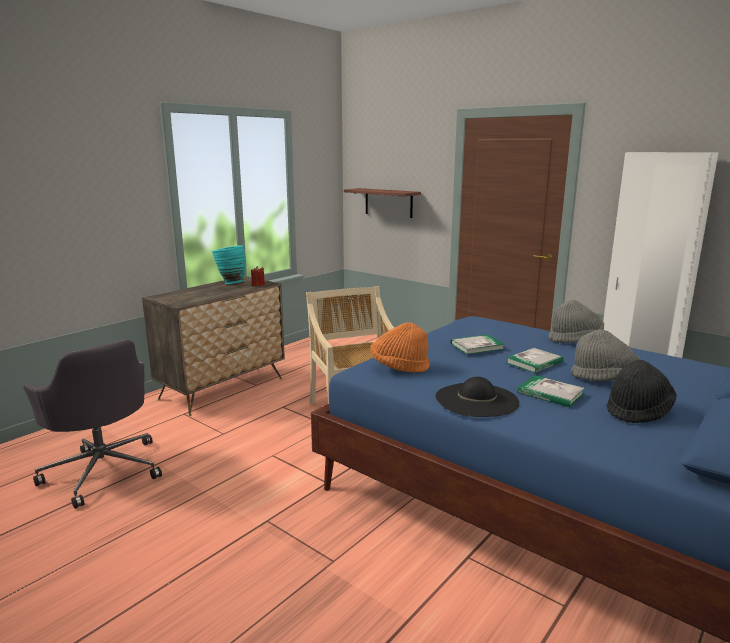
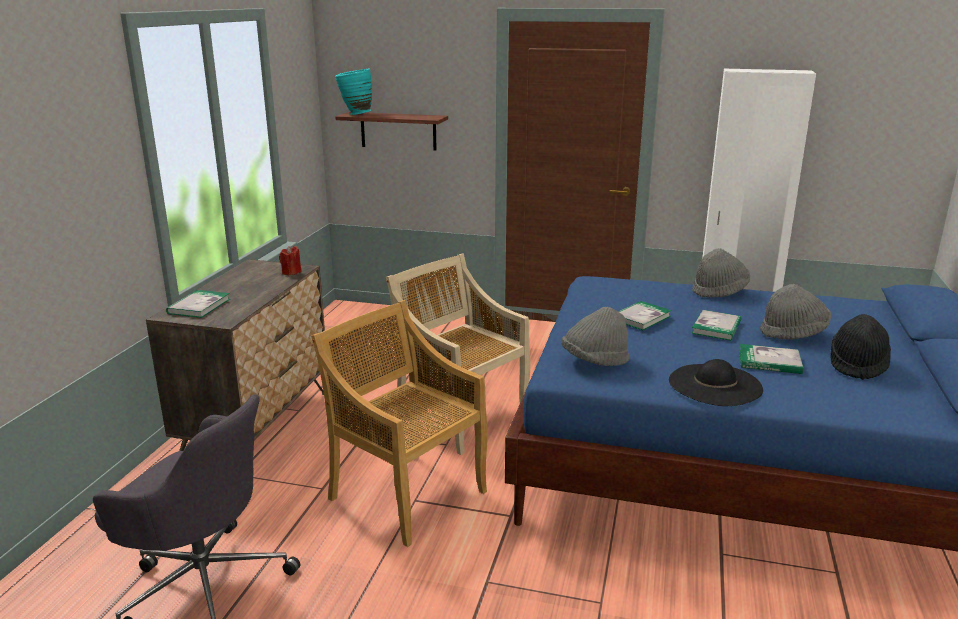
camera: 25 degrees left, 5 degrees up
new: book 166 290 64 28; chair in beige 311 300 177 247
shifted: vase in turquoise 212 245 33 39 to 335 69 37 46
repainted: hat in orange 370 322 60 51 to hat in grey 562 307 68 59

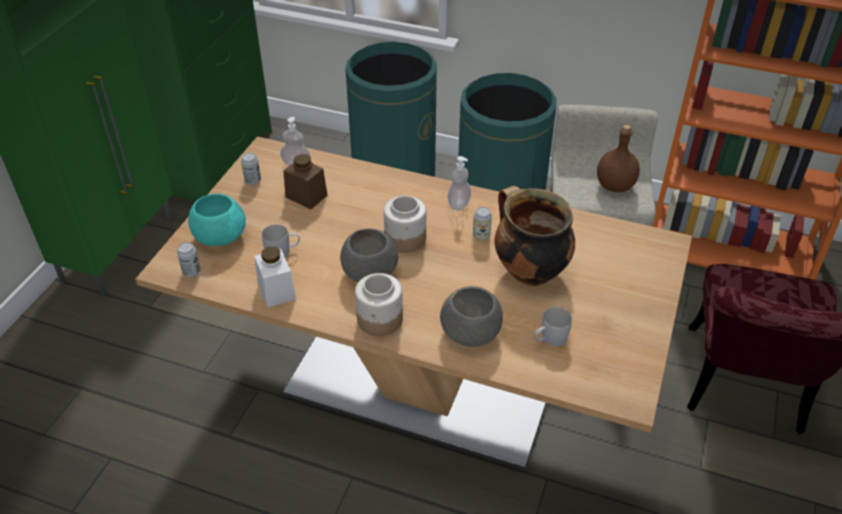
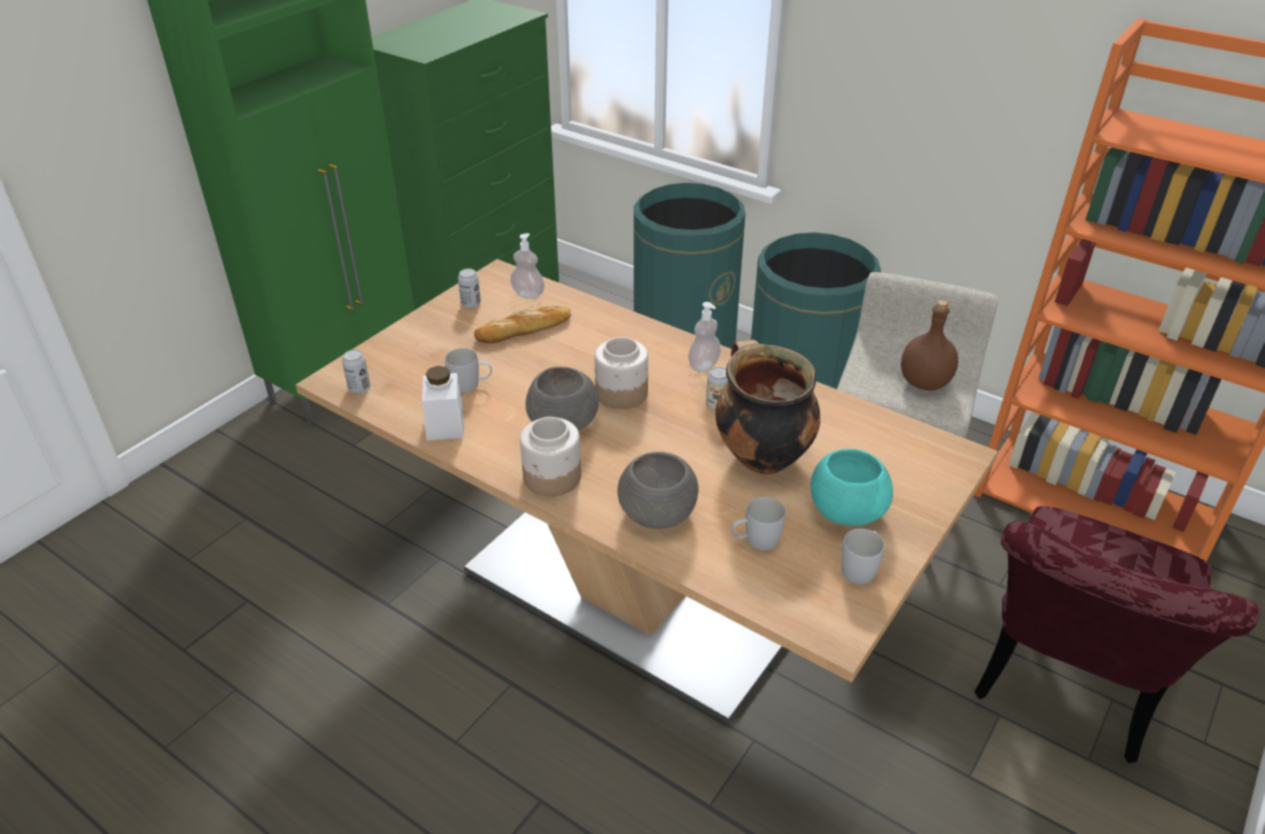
camera: 15 degrees right, 5 degrees down
new: mug in white 841 529 43 55
shifted: bowl in turquoise 188 194 58 52 to 810 449 83 77
swapped: jar in brown 283 154 45 55 to bread 474 306 97 38

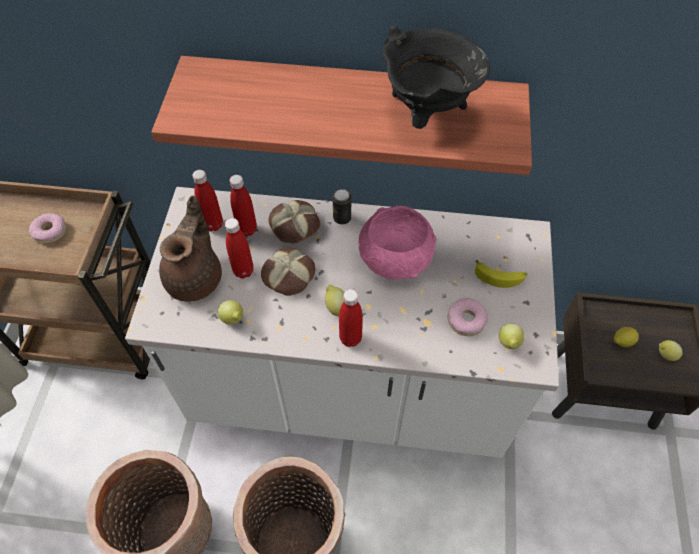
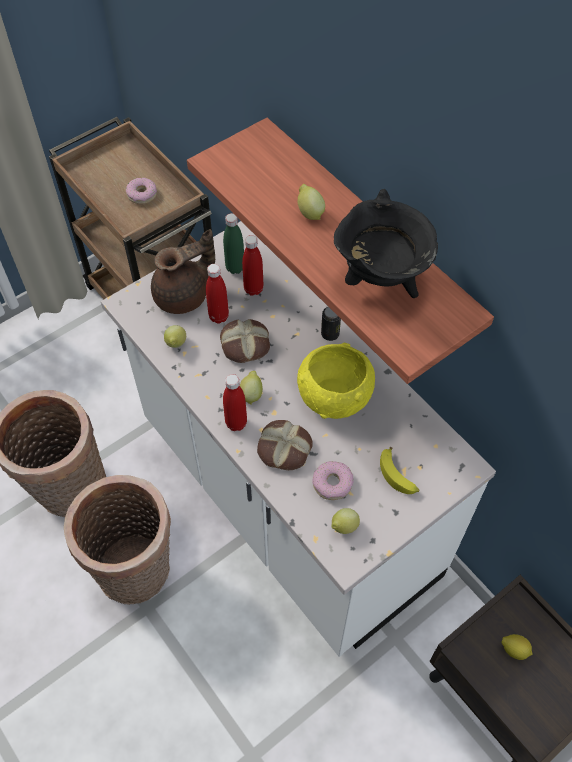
camera: 45 degrees right, 0 degrees up
shifted: bread 269 200 51 44 to 257 420 56 50; lemon 659 340 24 21 to 298 184 27 36
repainted: bottle in red 192 170 31 61 to bottle in green 223 213 21 61; bowl in pink 358 206 79 74 to bowl in yellow 297 343 78 76

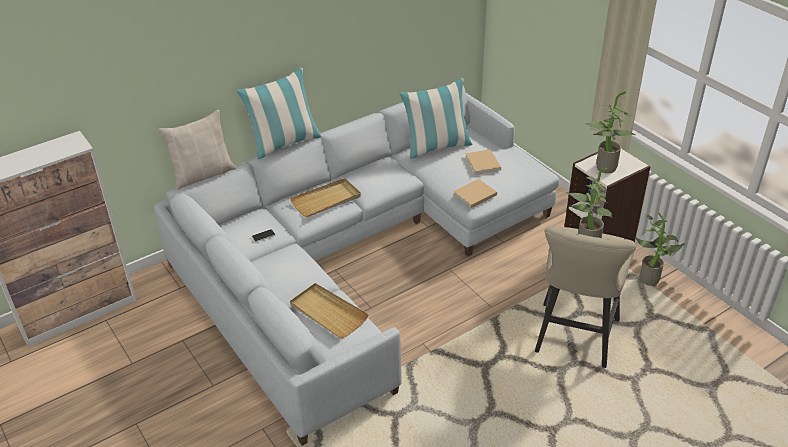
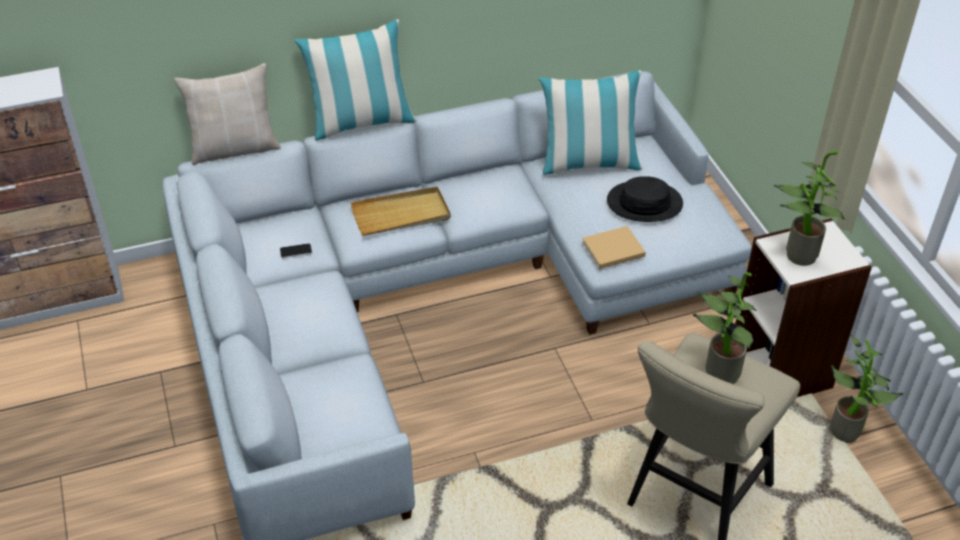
camera: 15 degrees right, 5 degrees up
gone: tray in beige 290 283 79 56
swapped: book in beige 465 149 36 26 to hat in black 607 176 76 46

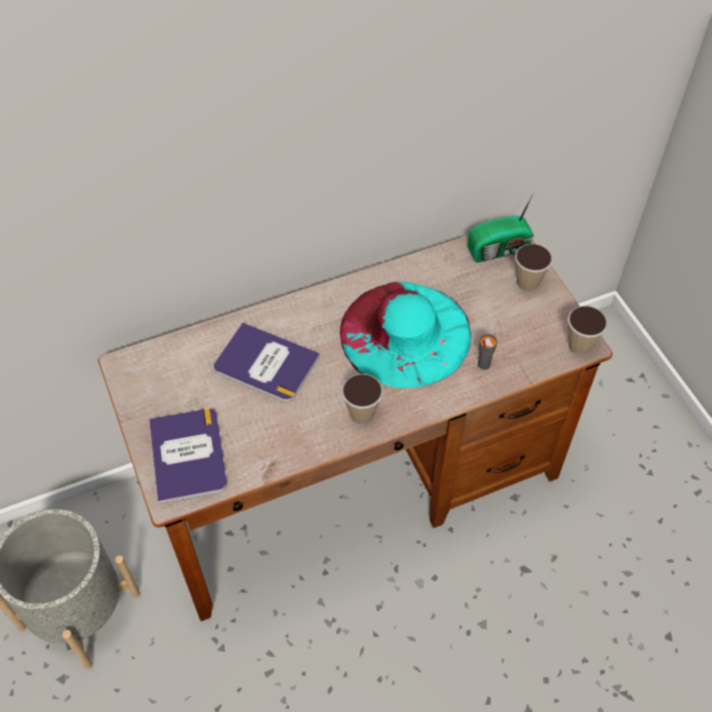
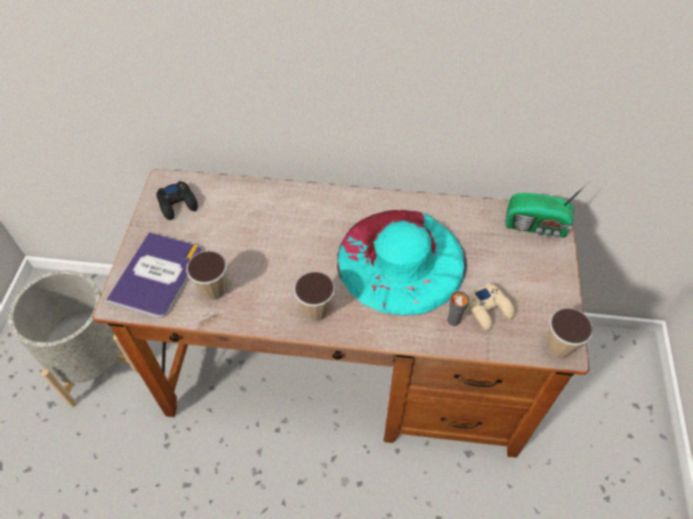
camera: 30 degrees right, 0 degrees up
gone: book 214 322 106 80
new: game controller in black 156 181 42 39; game controller in beige 467 283 48 48
shifted: cup 515 243 38 49 to 186 251 41 49

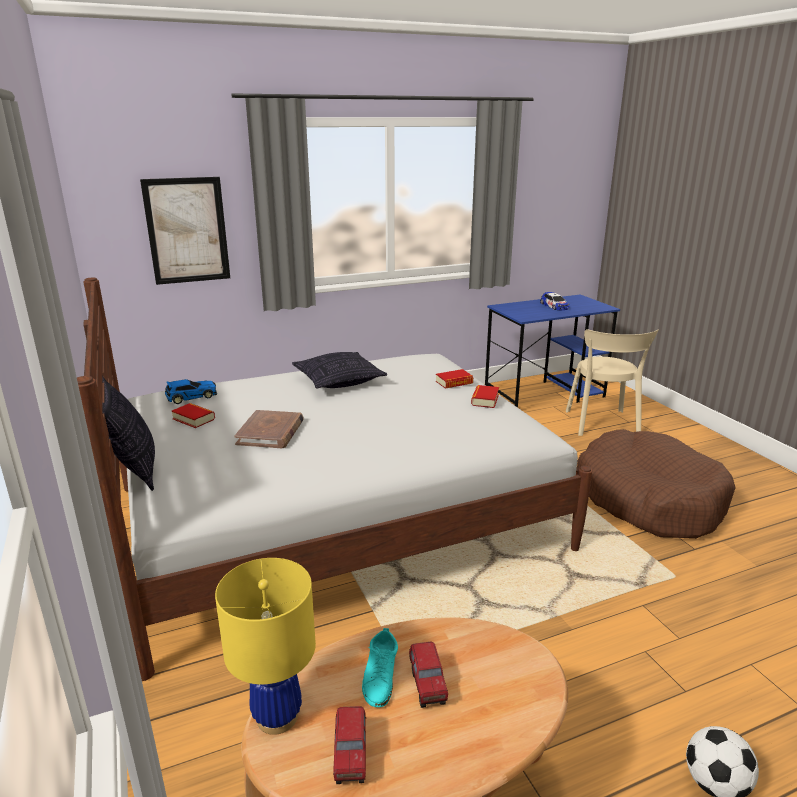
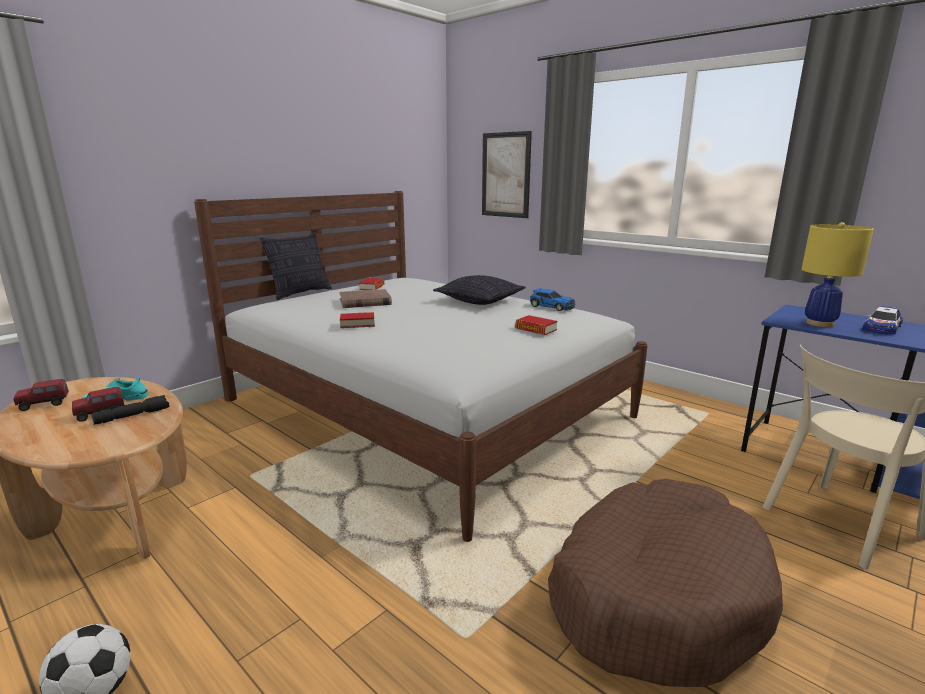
camera: 65 degrees right, 5 degrees down
new: flashlight in black 91 395 78 30
shifted: toy car 165 379 52 25 to 530 288 45 23; book 471 385 28 23 to 340 312 35 16; table lamp in yellow 215 558 101 177 to 802 222 72 105

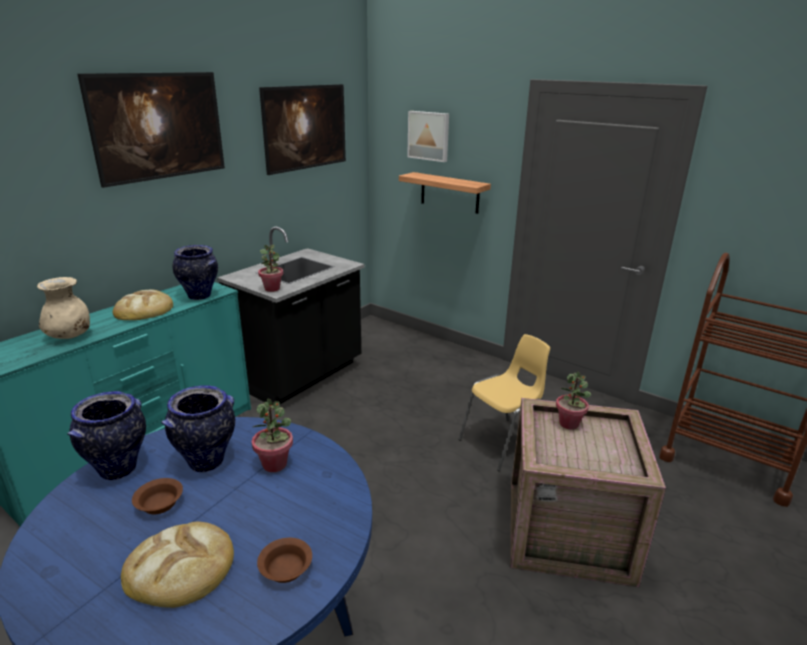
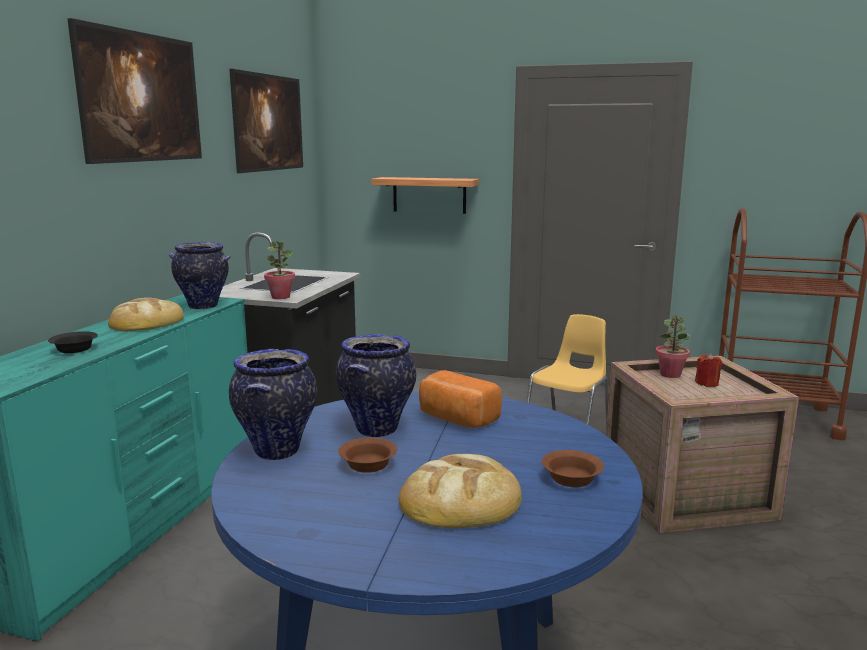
camera: 20 degrees left, 10 degrees down
gone: picture 407 111 42 51
new: candle in red 695 353 27 34
swapped: vase in beige 37 277 53 62 to bowl in black 48 331 50 22; potted plant 252 399 41 73 to bread 419 370 83 58

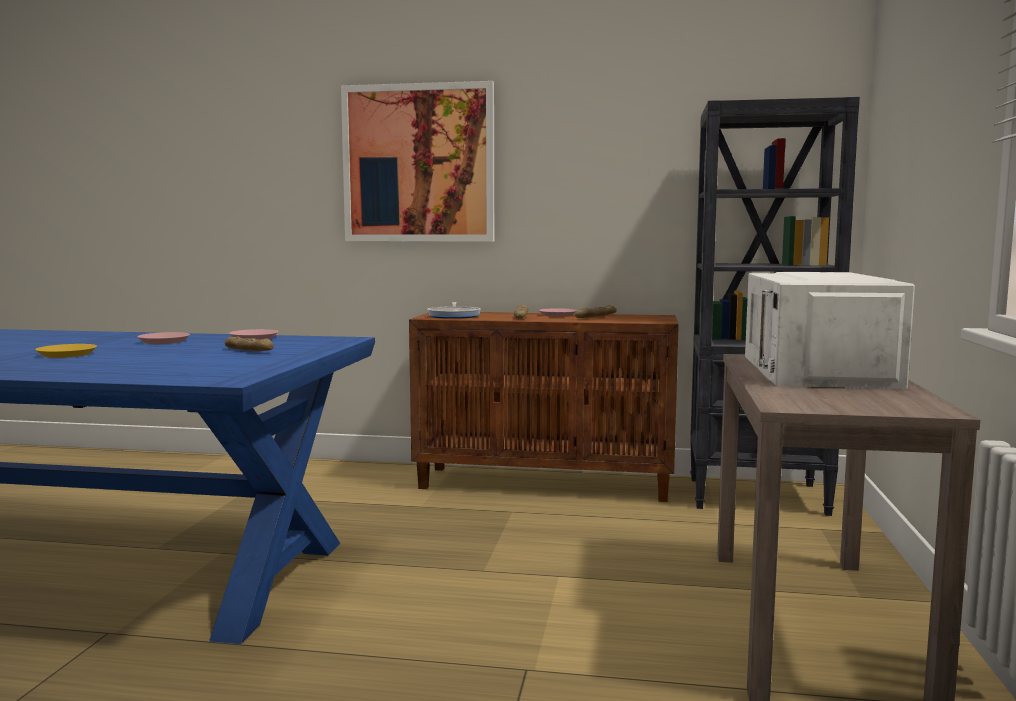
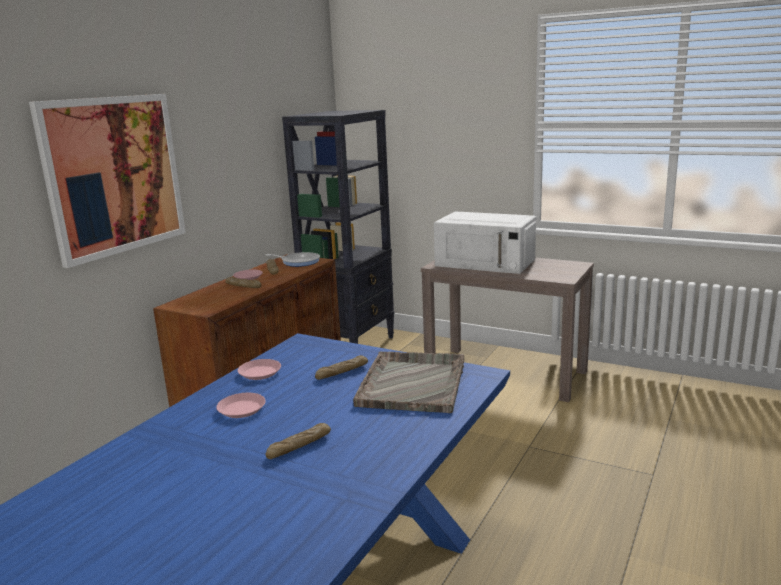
camera: 70 degrees left, 10 degrees up
new: tray in grey 353 351 111 62
shifted: frying pan 427 302 54 17 to 266 252 54 15
swapped: plate in yellow 35 344 62 14 to bread 265 423 66 36

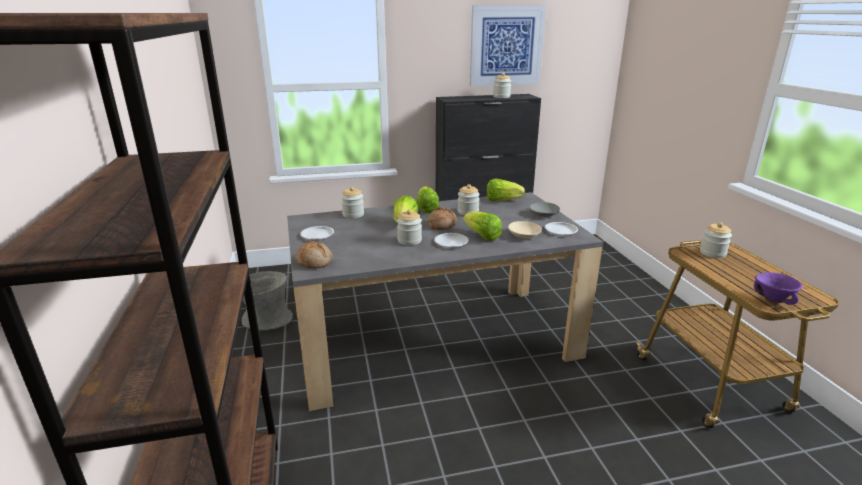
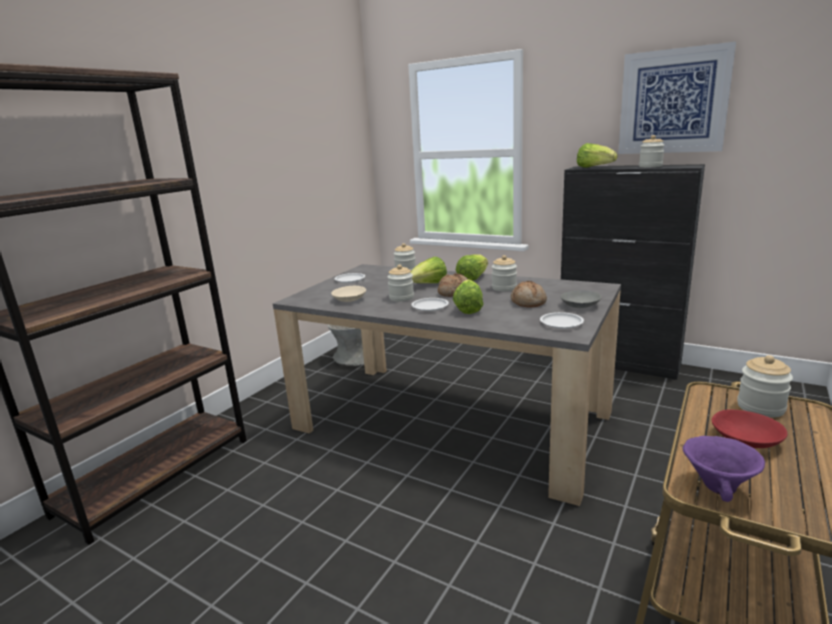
camera: 45 degrees right, 5 degrees down
new: bowl in red 712 409 76 39
shifted: lettuce 486 178 39 23 to 577 143 41 25; bowl in beige 508 221 34 17 to 331 286 35 16; bread 295 241 38 28 to 511 281 36 26

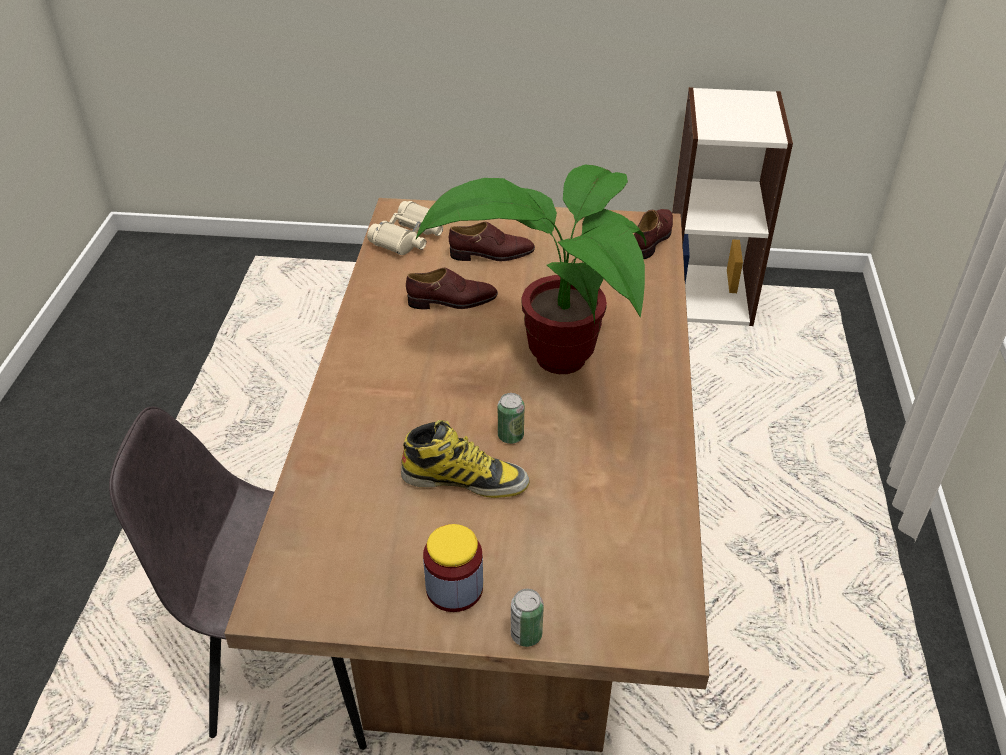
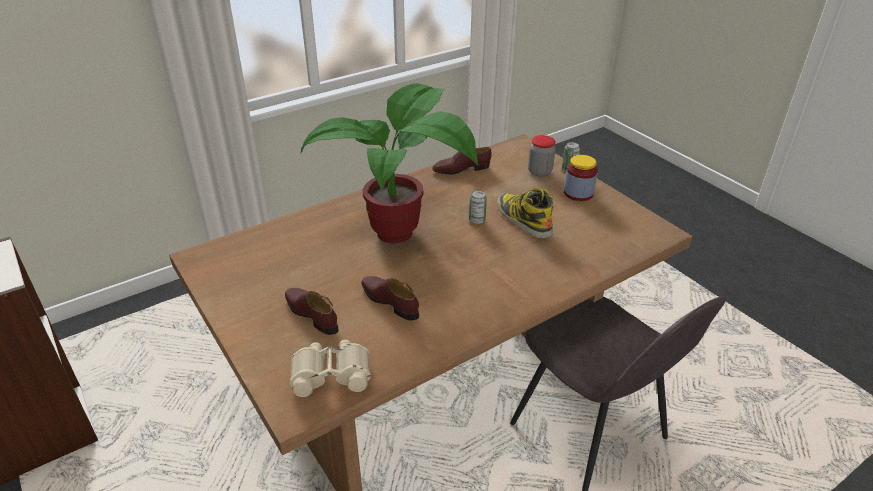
camera: 130 degrees left, 5 degrees down
new: jar 528 135 27 42
shifted: shoe in brown 634 209 39 50 to 432 147 60 28

